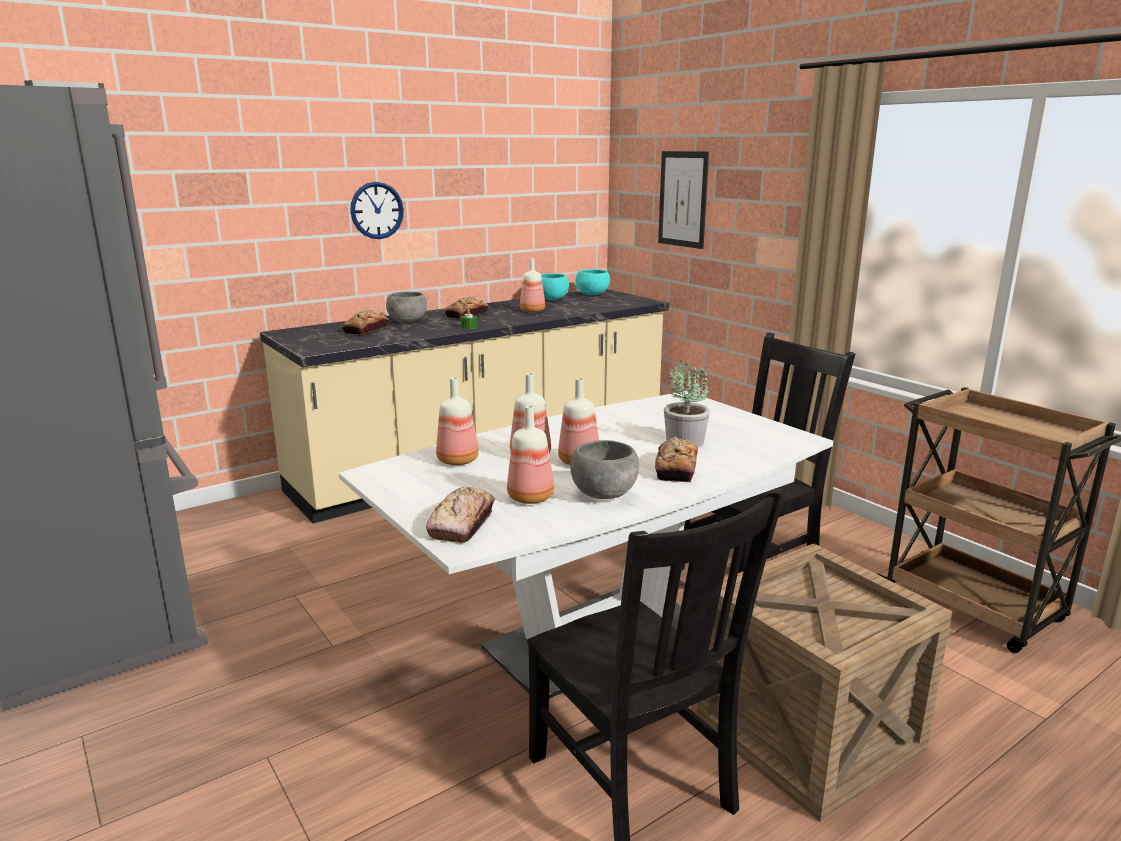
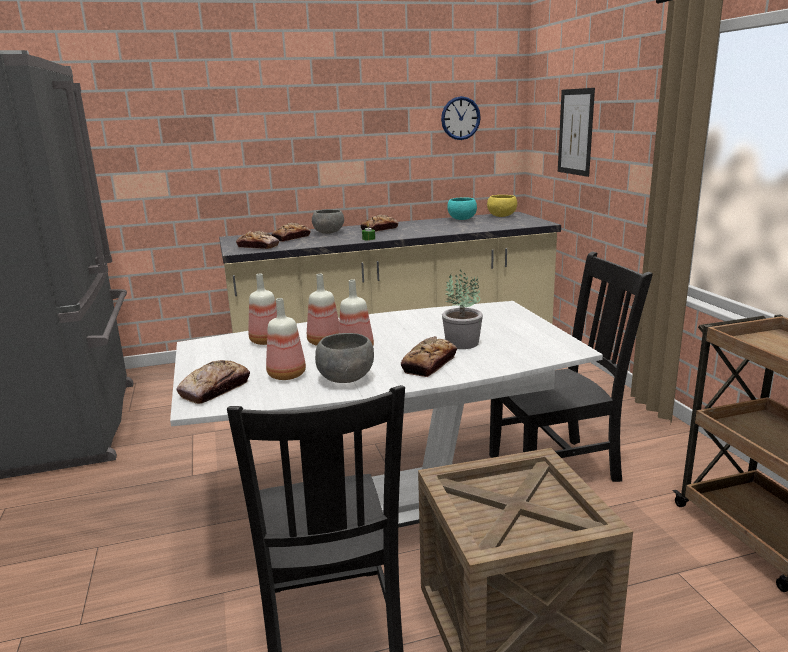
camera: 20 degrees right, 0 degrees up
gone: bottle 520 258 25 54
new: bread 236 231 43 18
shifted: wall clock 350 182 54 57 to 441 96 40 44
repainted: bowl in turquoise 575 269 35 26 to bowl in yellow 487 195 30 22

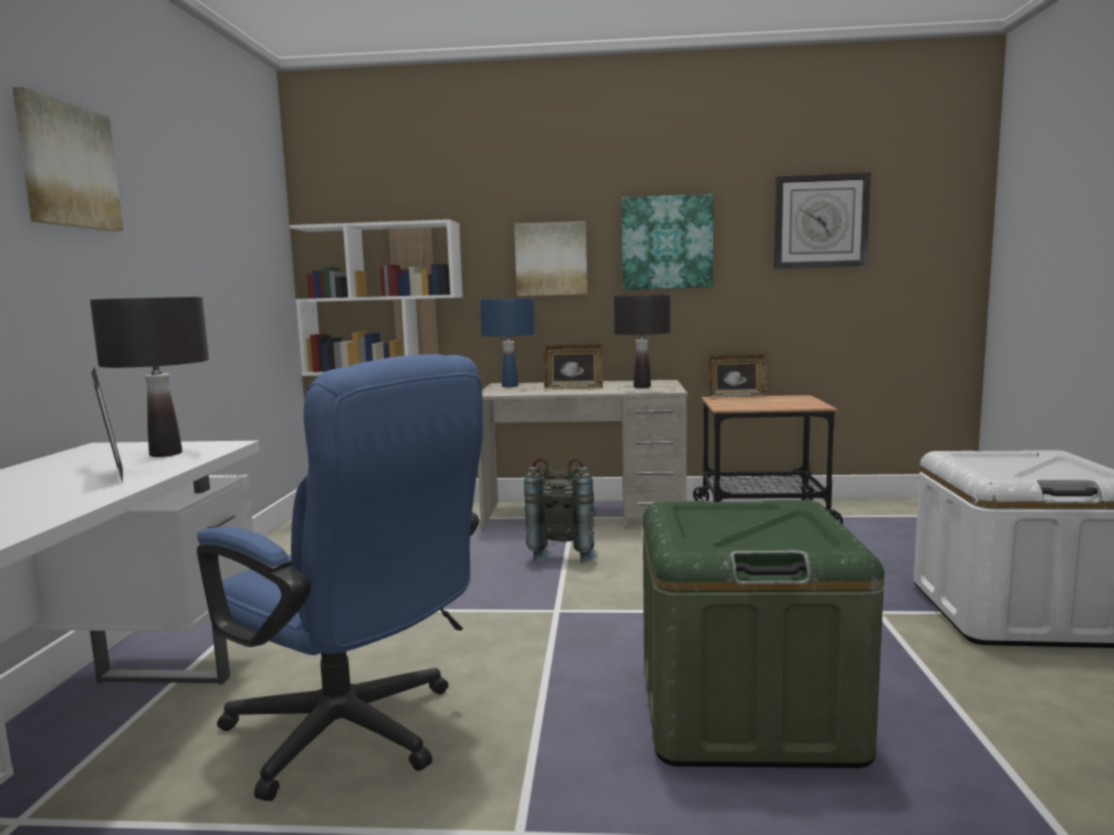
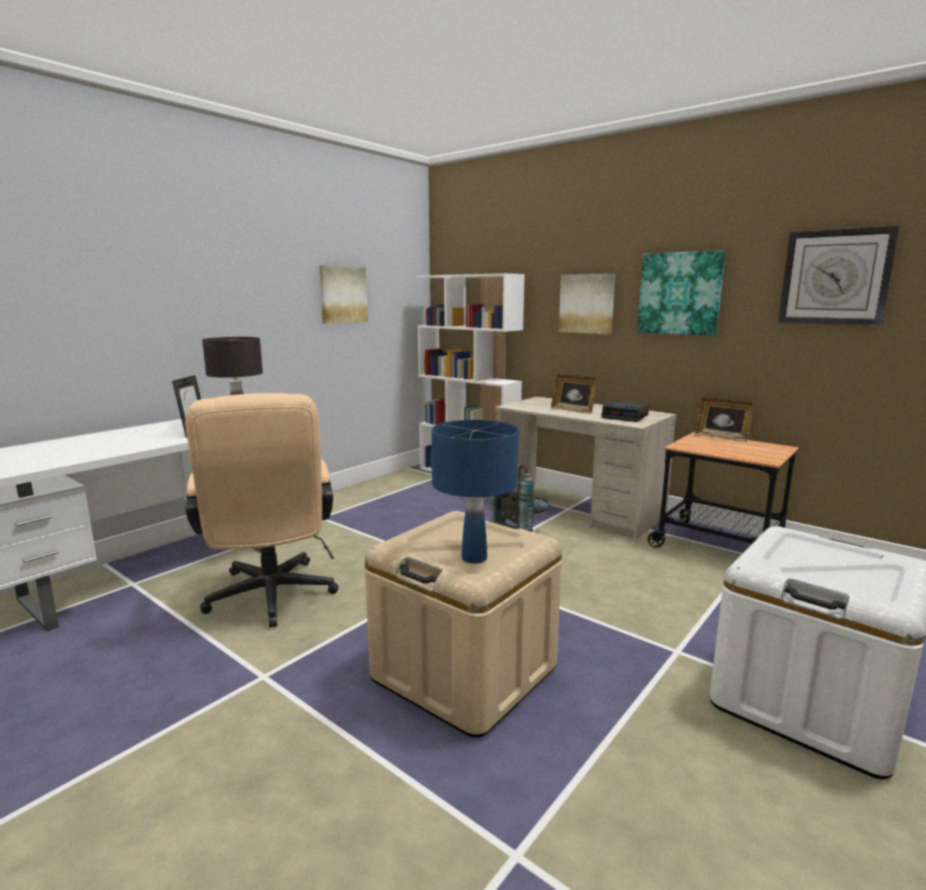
camera: 35 degrees right, 5 degrees up
shifted: picture 12 87 111 145 to 319 265 49 59; table lamp in blue 479 298 56 89 to 431 420 88 144
swapped: table lamp in black 613 295 58 93 to alarm clock 601 401 48 21
repainted: office chair in blue 197 354 286 447 to office chair in beige 185 393 153 235; storage box in green 643 500 241 268 to storage box in beige 365 511 197 227

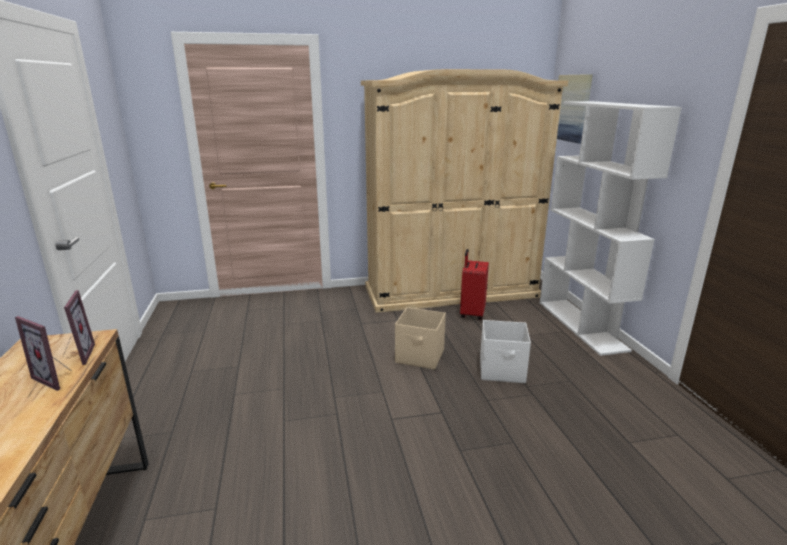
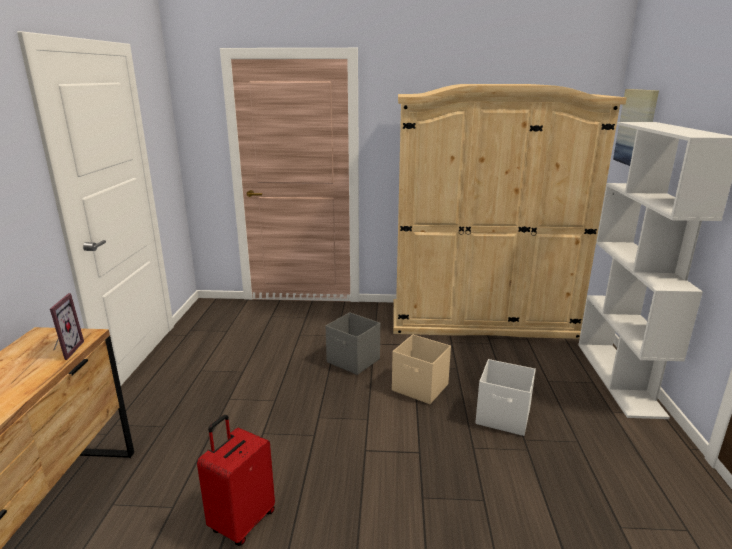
camera: 15 degrees right, 0 degrees up
gone: picture frame 15 316 56 75
new: storage box in grey 326 313 54 62
shifted: suitcase in red 460 249 29 71 to 197 415 78 131

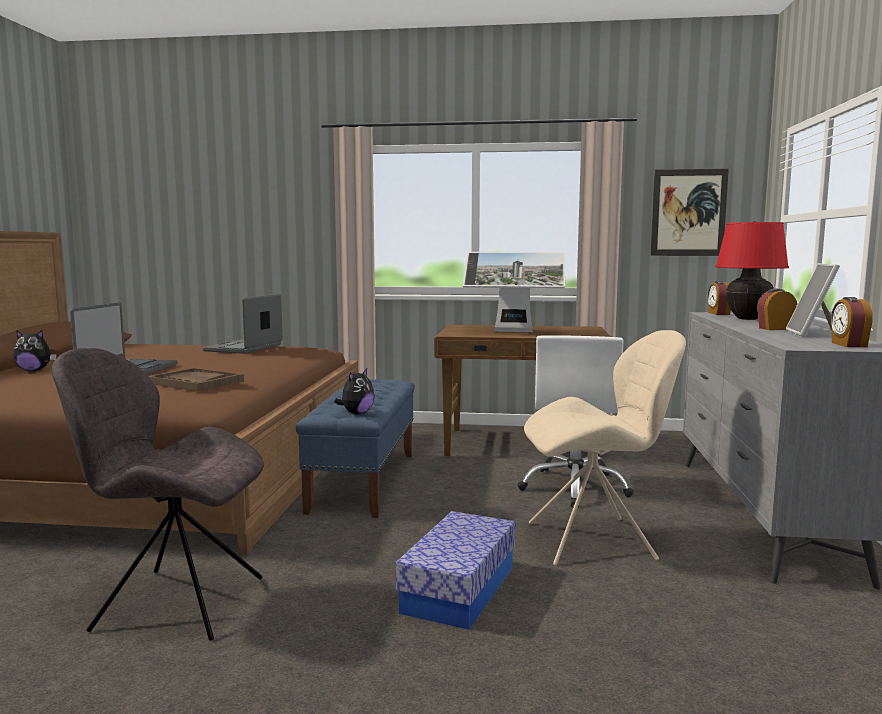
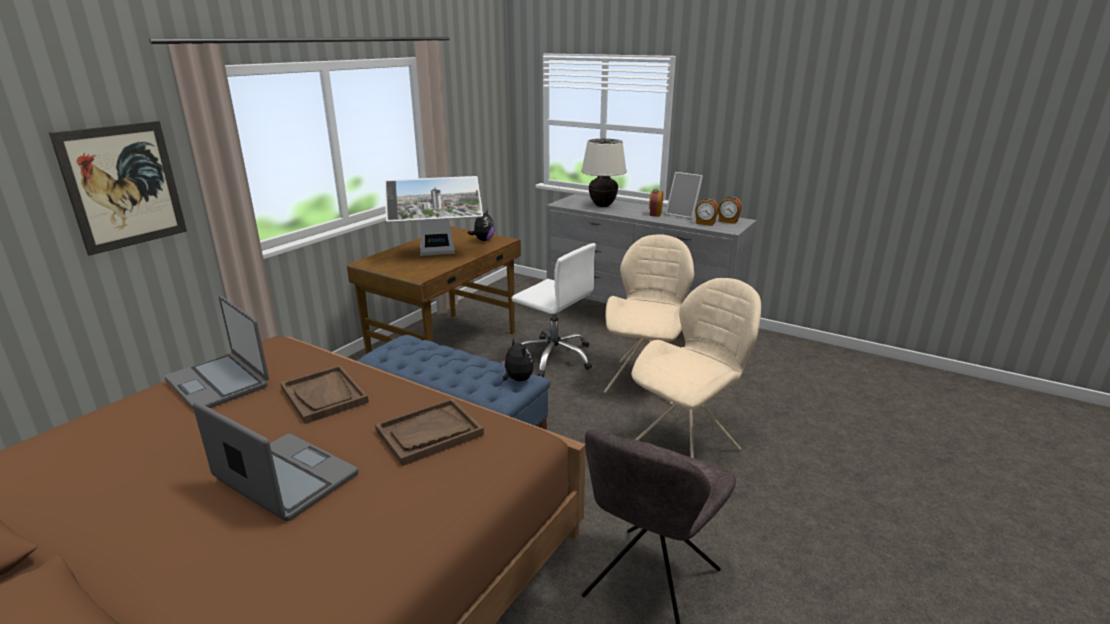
camera: 65 degrees left, 15 degrees up
new: tray in brown 280 365 89 59
shifted: picture 650 169 79 87 to 49 121 138 135; alarm clock 708 281 23 34 to 695 198 24 28; plush toy 13 330 44 41 to 468 210 27 31
swapped: storage box 395 511 120 119 to chair in beige 631 278 130 180
repainted: table lamp in red 715 221 74 99 to table lamp in beige 581 139 46 68
rotated: monitor 463 252 102 80 = 384 176 99 80 45 degrees clockwise

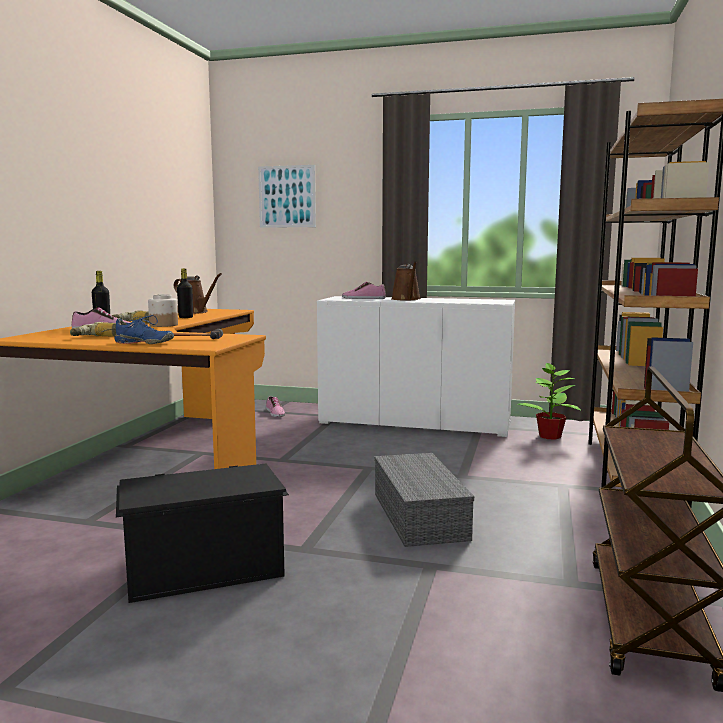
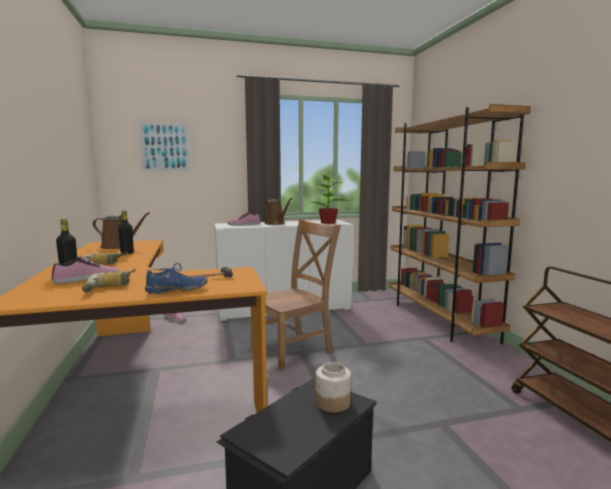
camera: 30 degrees left, 0 degrees up
gone: storage box in grey 374 453 100 94
new: chair in brown 251 219 90 151
shifted: jar 148 294 30 33 to 316 362 35 51; potted plant 517 363 64 76 to 310 174 40 50

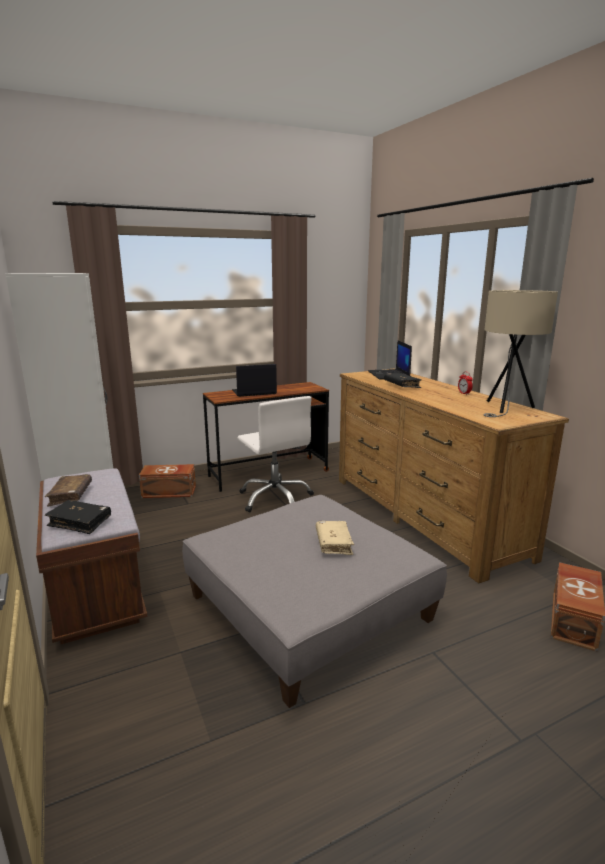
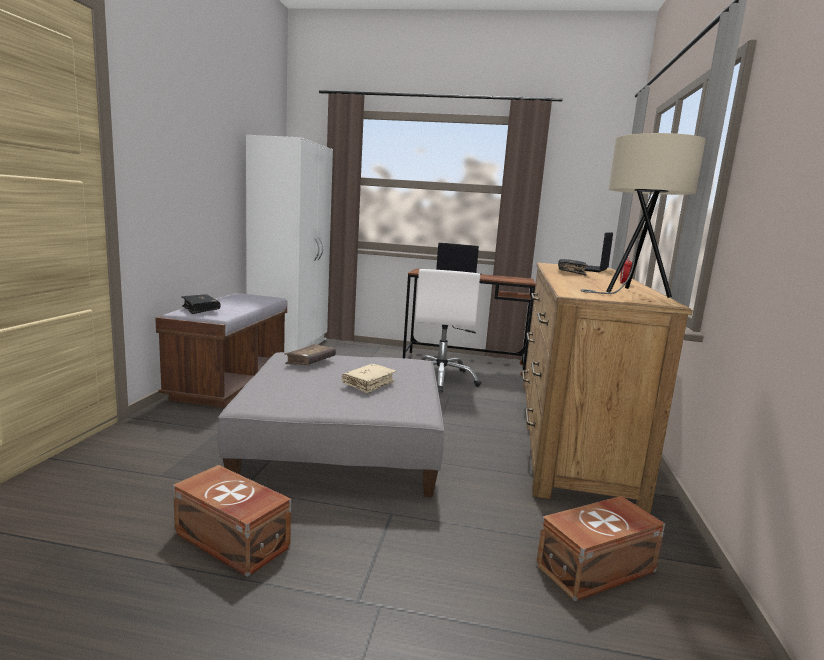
camera: 35 degrees right, 5 degrees down
shifted: storage box in brown 139 464 57 34 to 173 465 118 112; book in brown 45 474 47 32 to 285 344 51 21

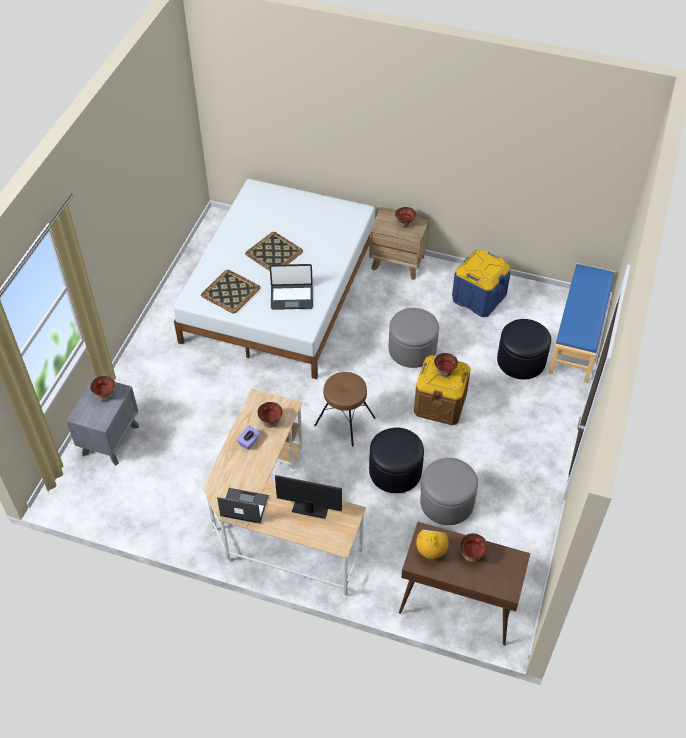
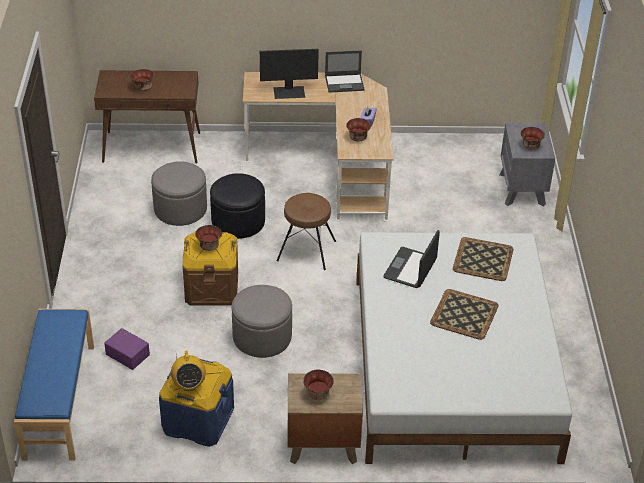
camera: 160 degrees right, 10 degrees down
shifted: radio 416 530 33 29 to 171 351 35 40
swapped: ottoman in black 497 319 54 60 to storage box in purple 104 328 46 42
rotated: laptop 270 264 43 46 = 383 230 57 58 45 degrees counterclockwise

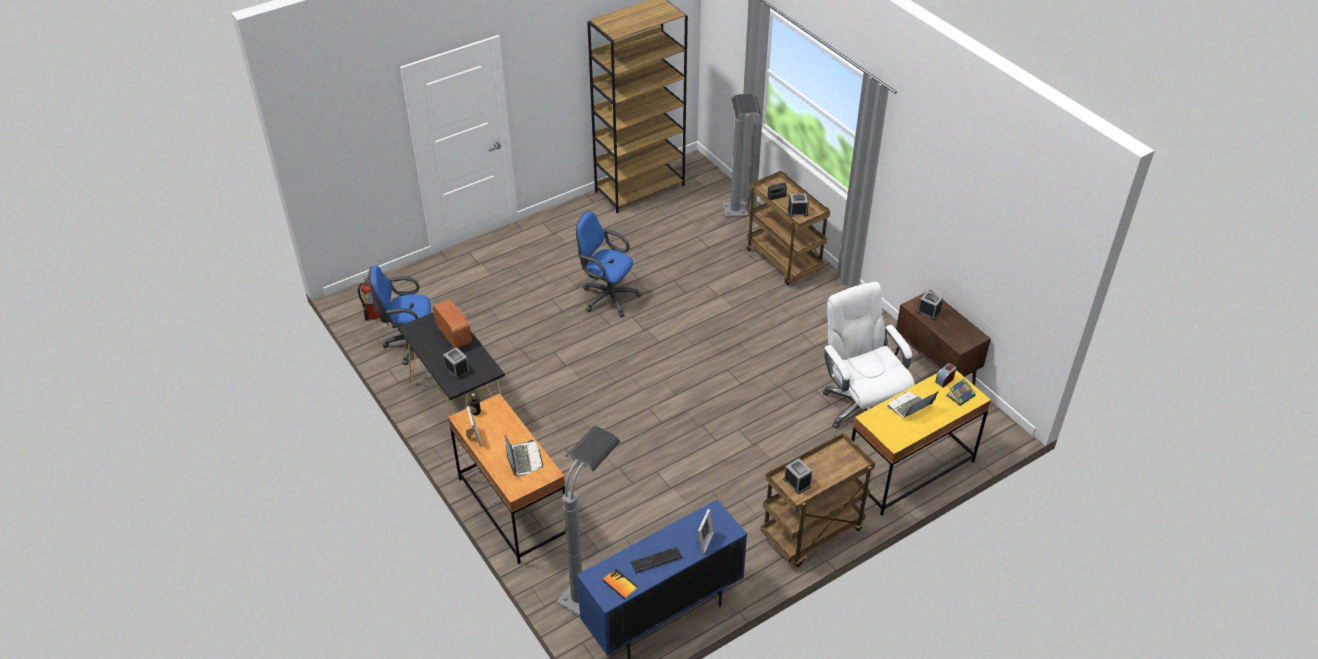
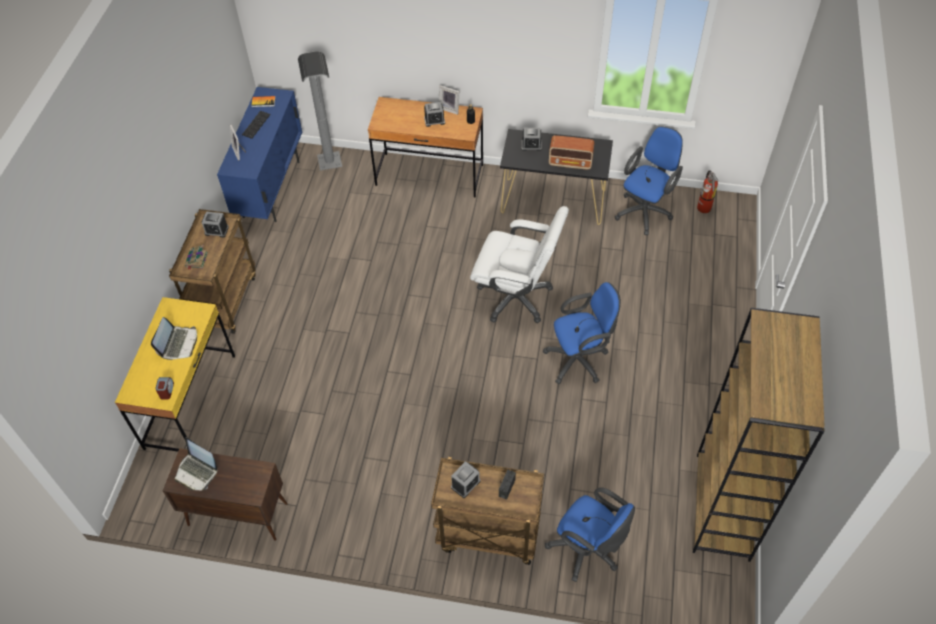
camera: 135 degrees right, 10 degrees up
shifted: office chair in white 822 282 93 147 to 470 206 99 117; alarm clock 916 290 27 30 to 424 102 21 25; book 946 378 30 28 to 185 245 23 25; laptop 505 435 38 41 to 175 437 42 53
swapped: floor lamp in grey 723 94 39 122 to office chair in blue 545 487 90 95

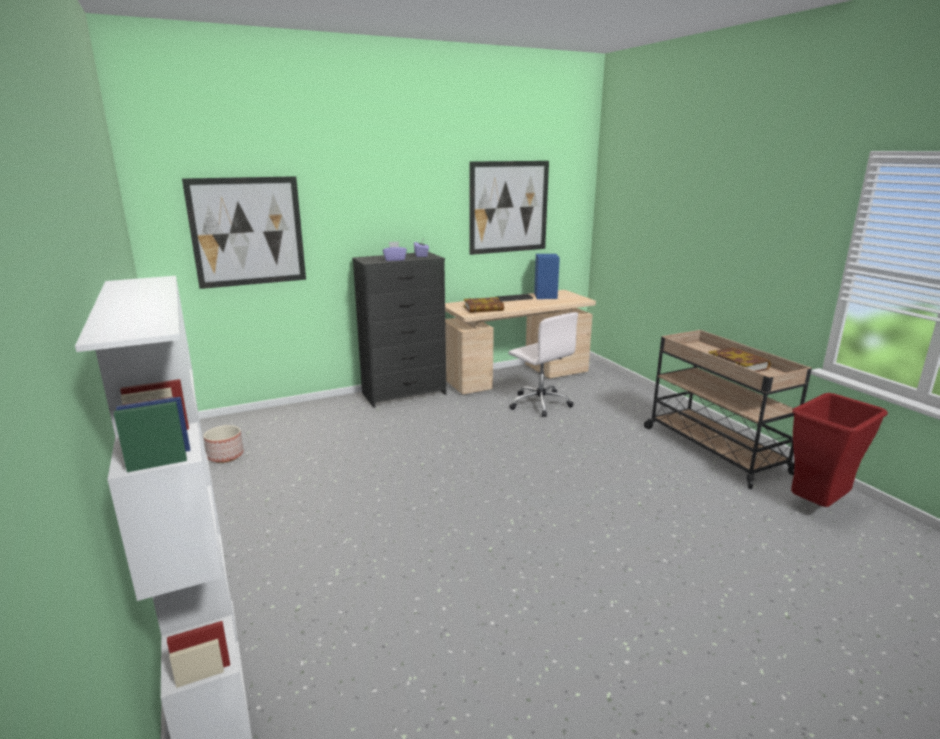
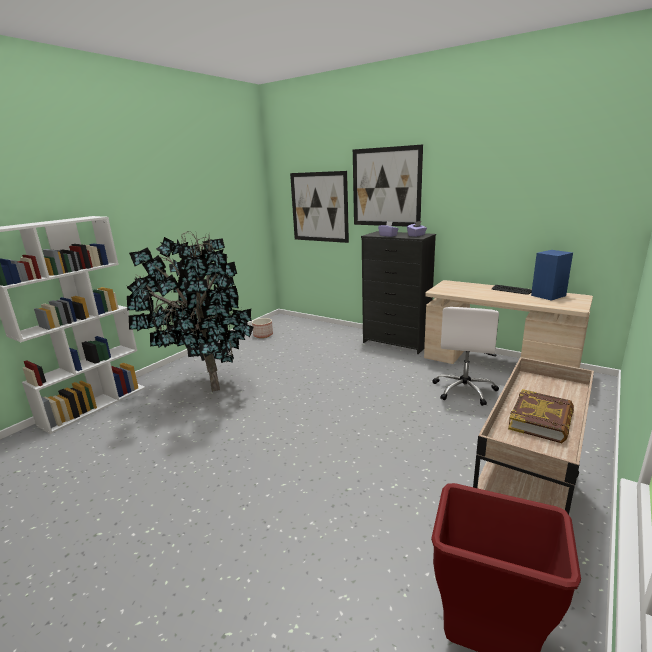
camera: 60 degrees right, 0 degrees up
gone: book 464 297 40 16
new: potted plant 127 231 127 161
shifted: picture 470 161 79 94 to 353 145 70 82

